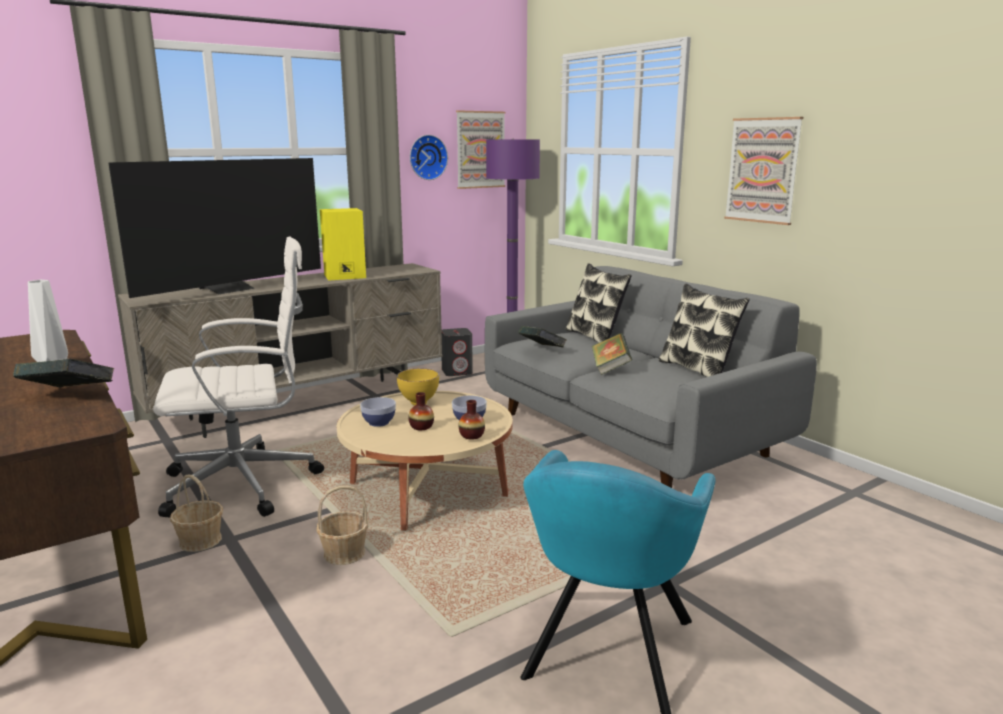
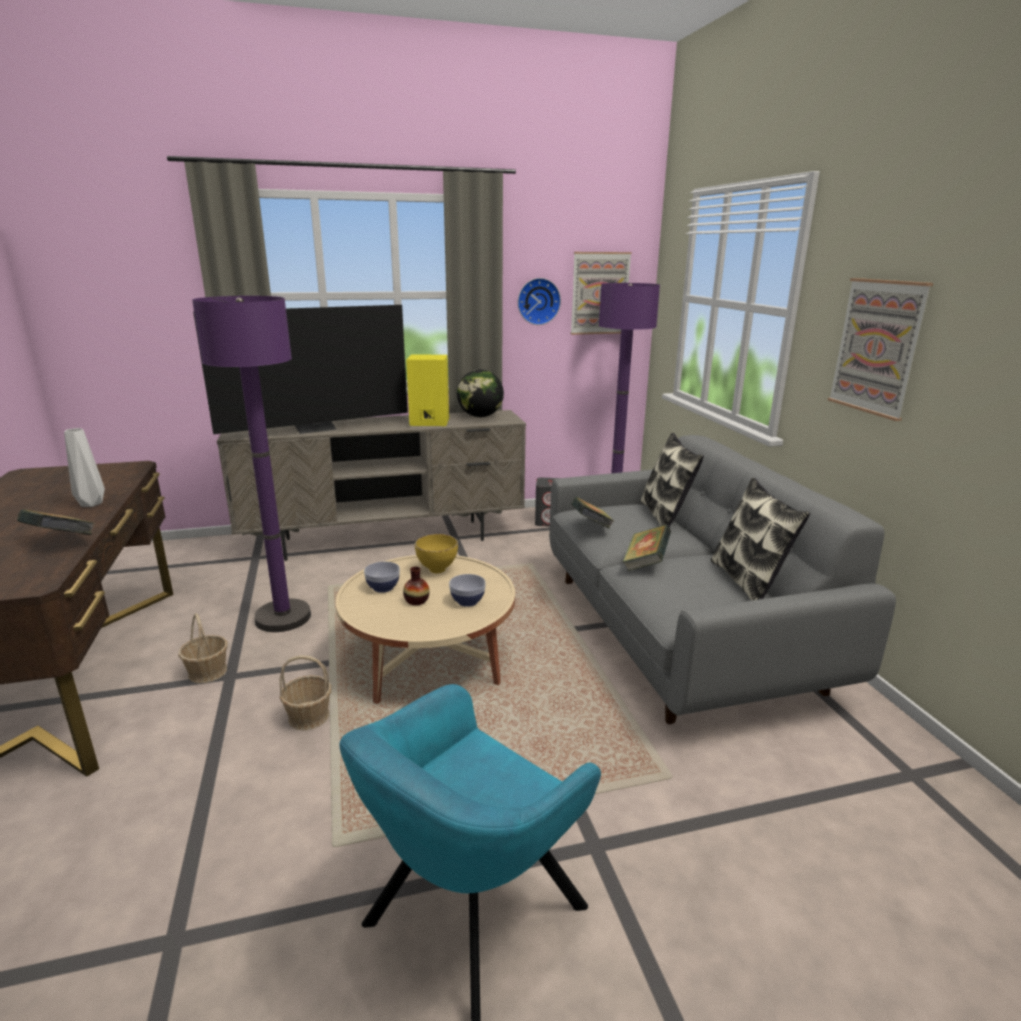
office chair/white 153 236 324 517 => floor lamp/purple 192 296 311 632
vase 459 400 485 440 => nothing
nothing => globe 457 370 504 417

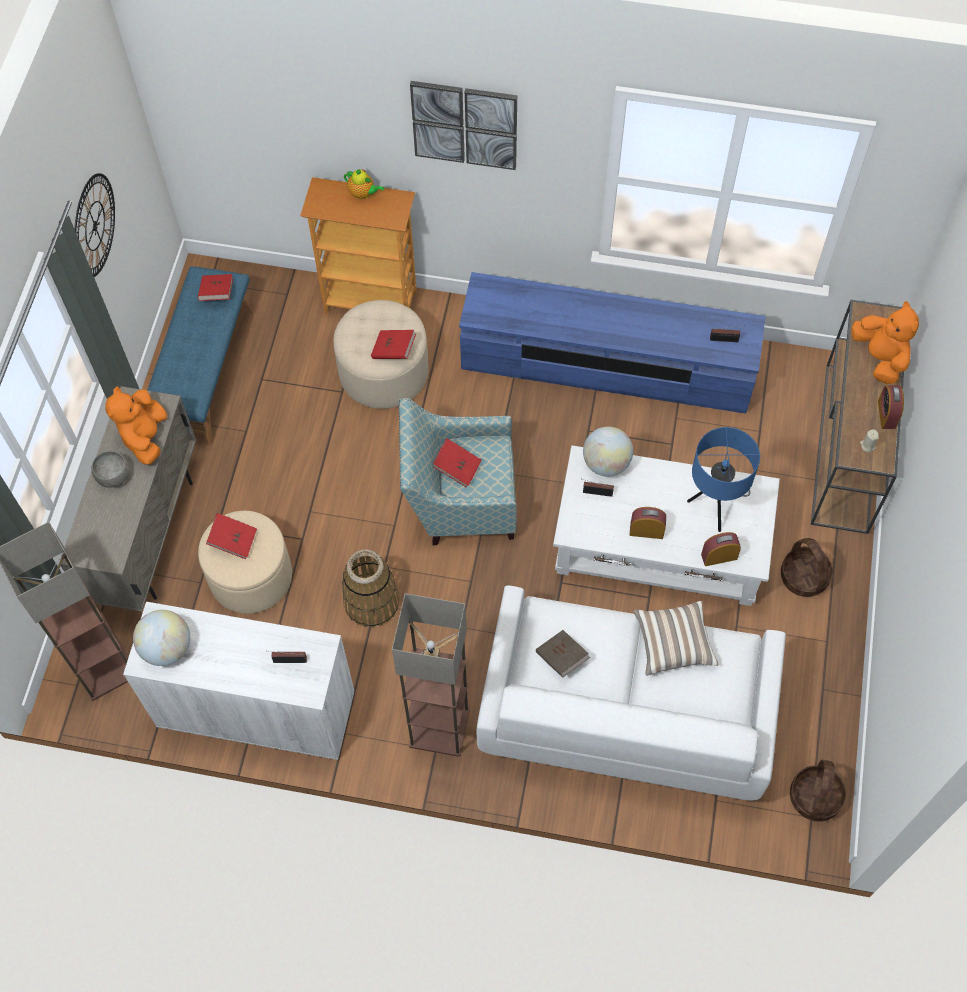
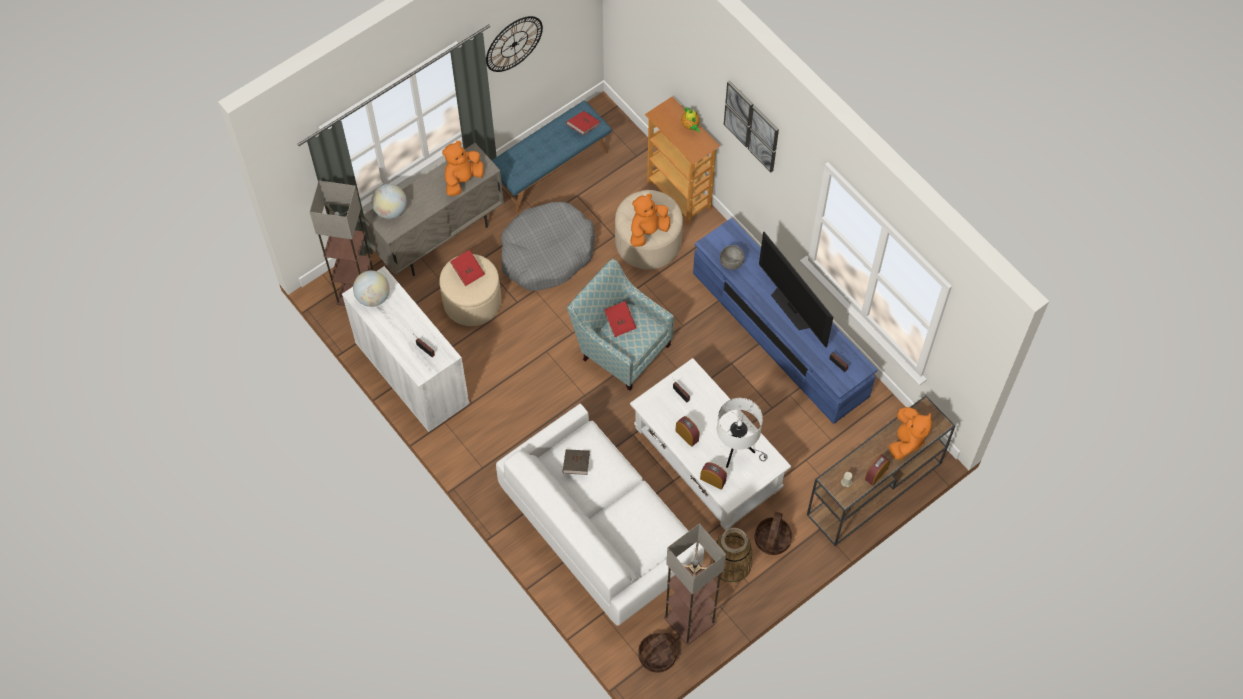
bowl/grey 91 451 129 488 => bowl/grey 720 245 745 270, move
basket 342 549 399 628 => basket 710 528 752 583, move
book/red 371 330 416 359 => plush toy/orange 630 194 670 247
floor lamp 392 593 470 757 => floor lamp 664 523 726 645, move
globe 583 426 633 477 => globe 371 184 407 219, move
pillow 633 601 718 676 => nothing
table lamp/blue 687 427 760 532 => table lamp/white 717 398 768 468
nothing => dog bed/grey 501 202 595 291
nothing => television 759 232 833 347

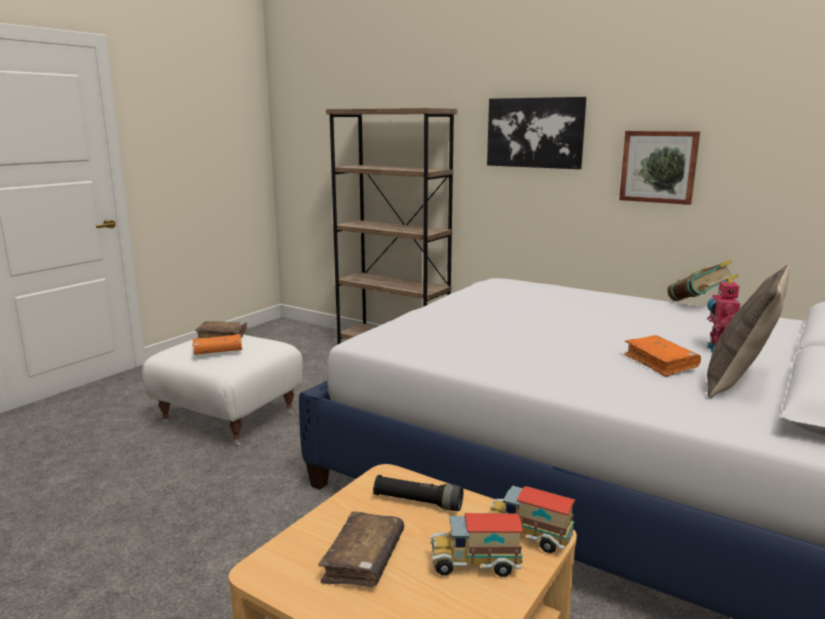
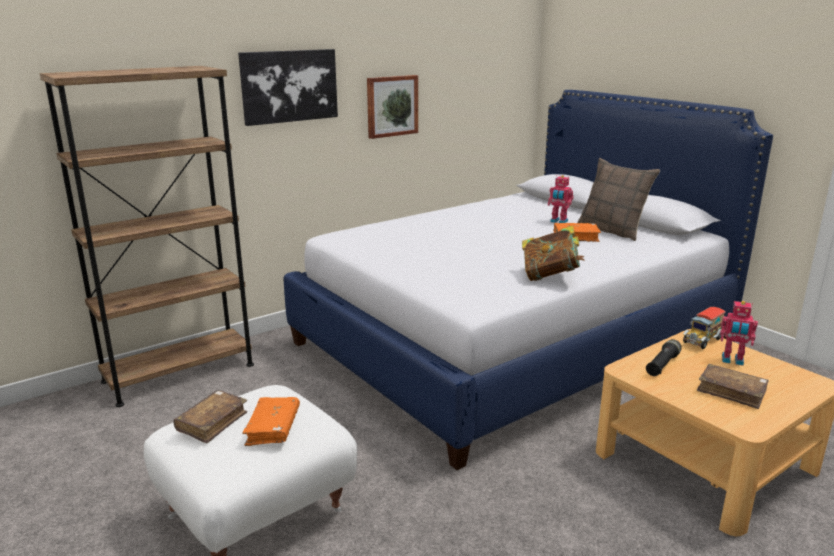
toy truck 430 513 523 577 => toy robot 720 301 758 366
book 667 260 739 301 => book 522 226 585 281, move

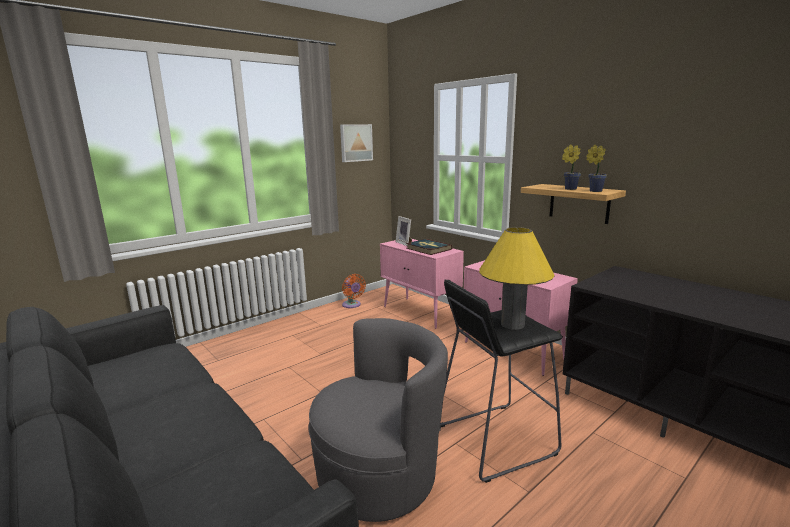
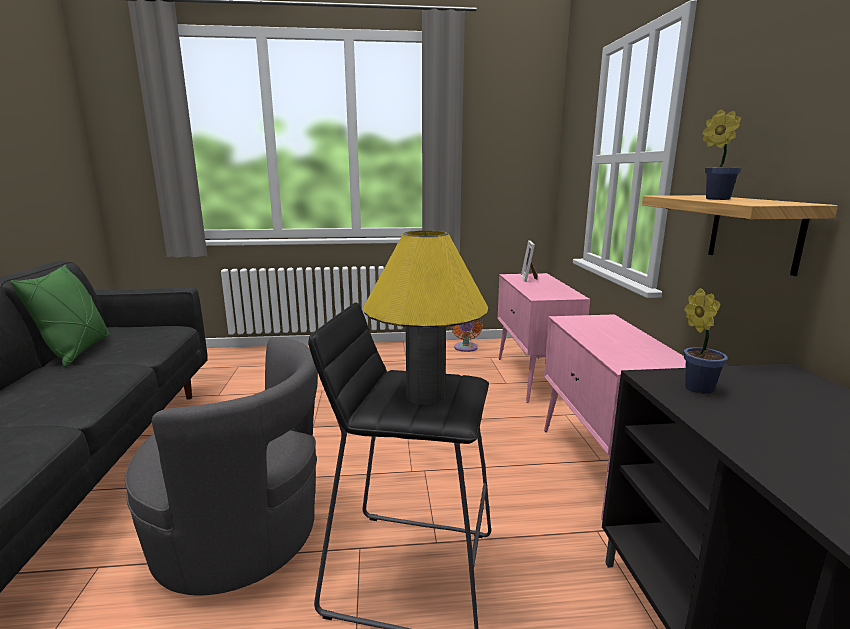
picture 340 124 373 162 => nothing
book 406 239 452 255 => nothing
potted plant 586 145 607 192 => potted plant 684 288 728 394, move
nothing => pillow/green 10 265 109 367

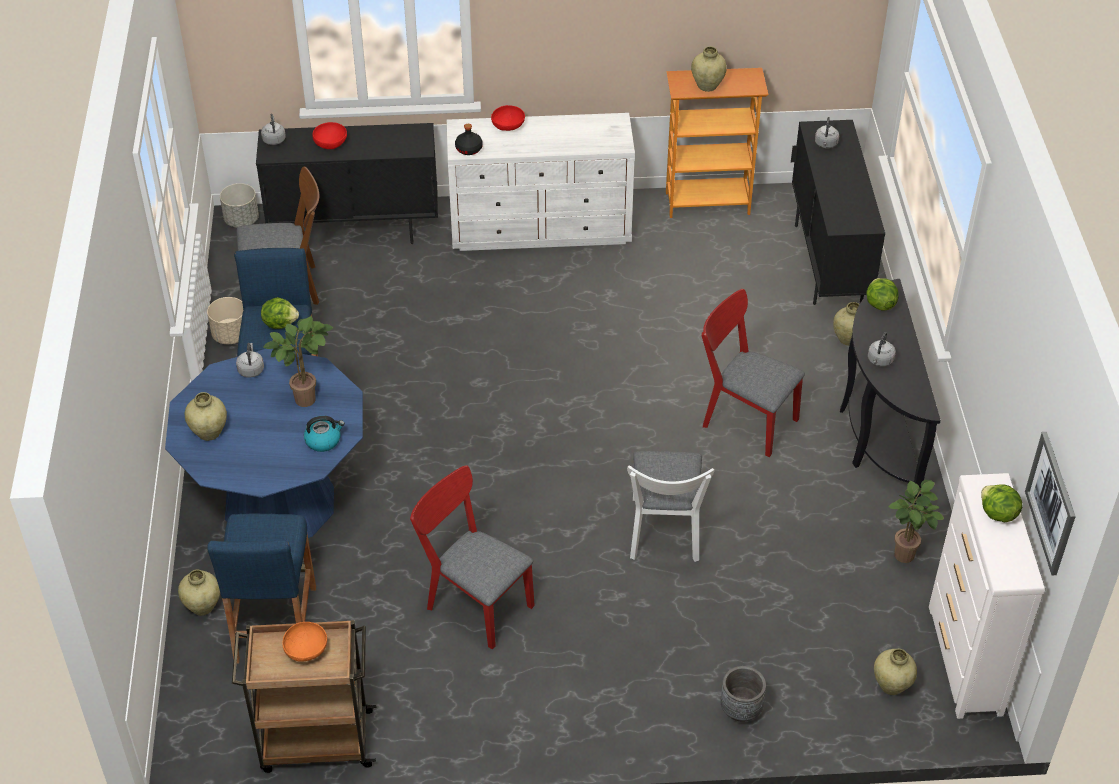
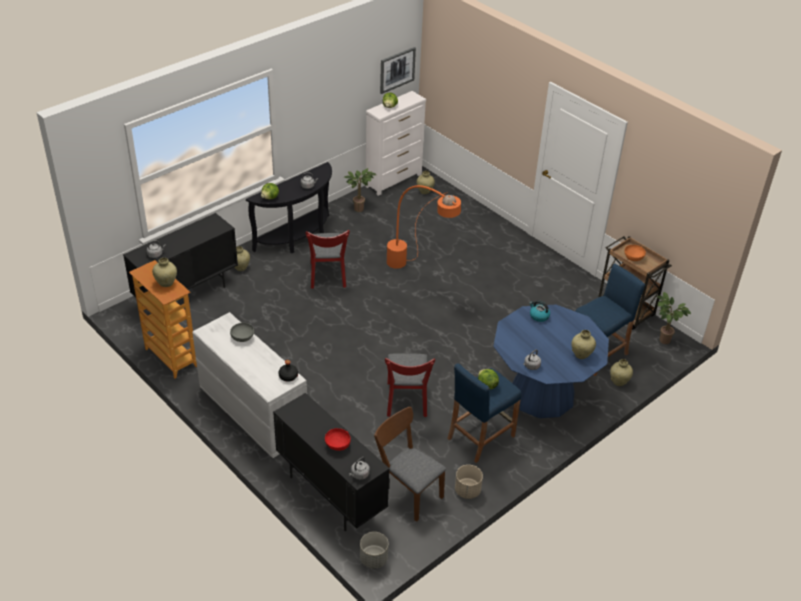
potted plant 263 316 333 407 => potted plant 657 292 691 344, move
chair/red 410 465 535 649 => chair/red 385 353 435 417, move
bowl/red 491 105 525 131 => nothing
chair/white 627 451 715 562 => floor lamp/orange 387 185 461 269
planter/grey 721 666 766 722 => nothing
nothing => bowl/grey 230 323 254 342

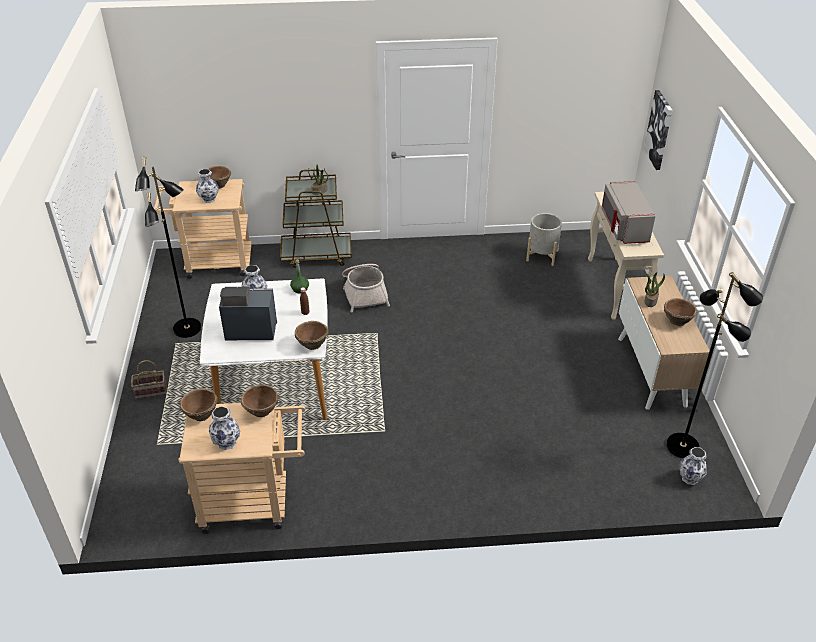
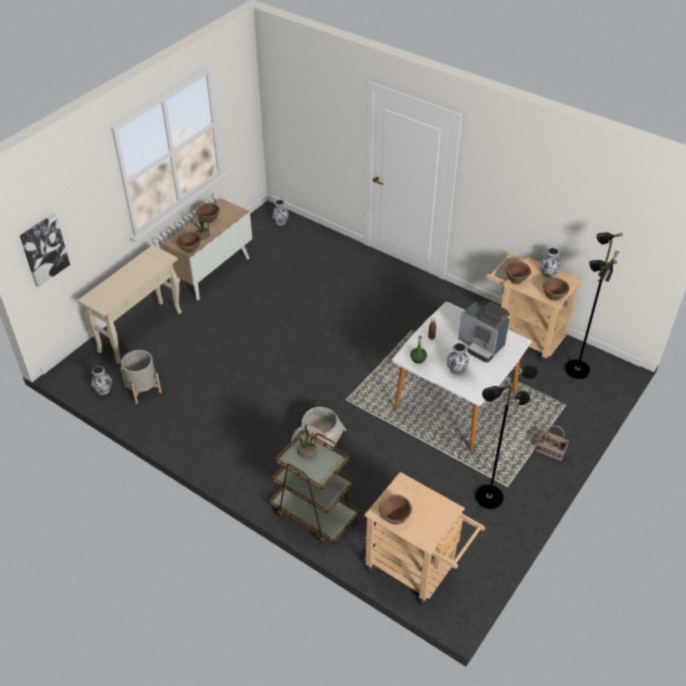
vase 196 169 219 203 => vase 91 366 112 395, move
bowl/brown 295 321 329 350 => bowl/brown 176 231 201 253, move
microwave/grey 601 180 655 244 => nothing
floor lamp/black 666 272 763 458 => floor lamp/black 565 232 622 379, move

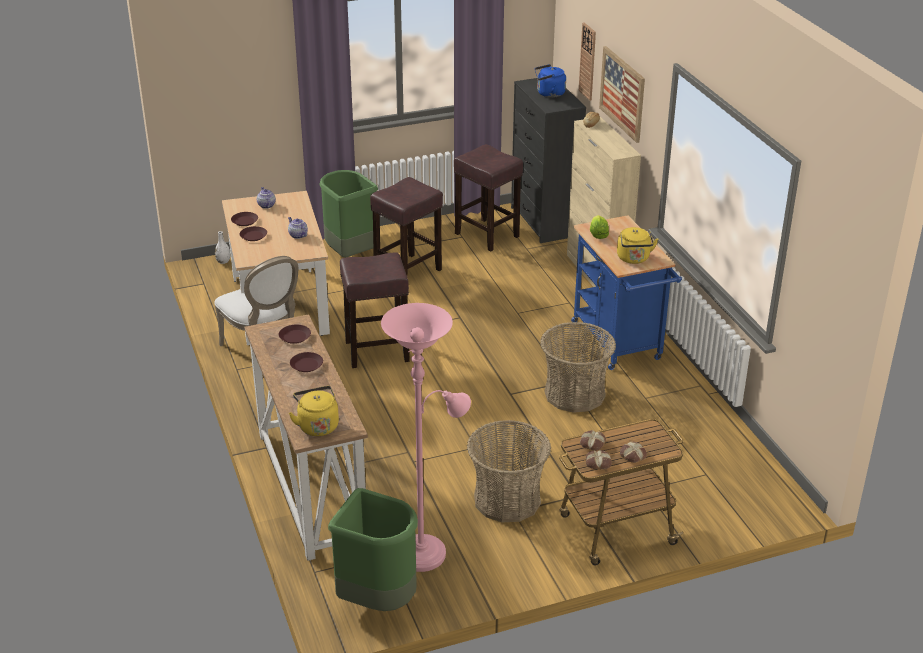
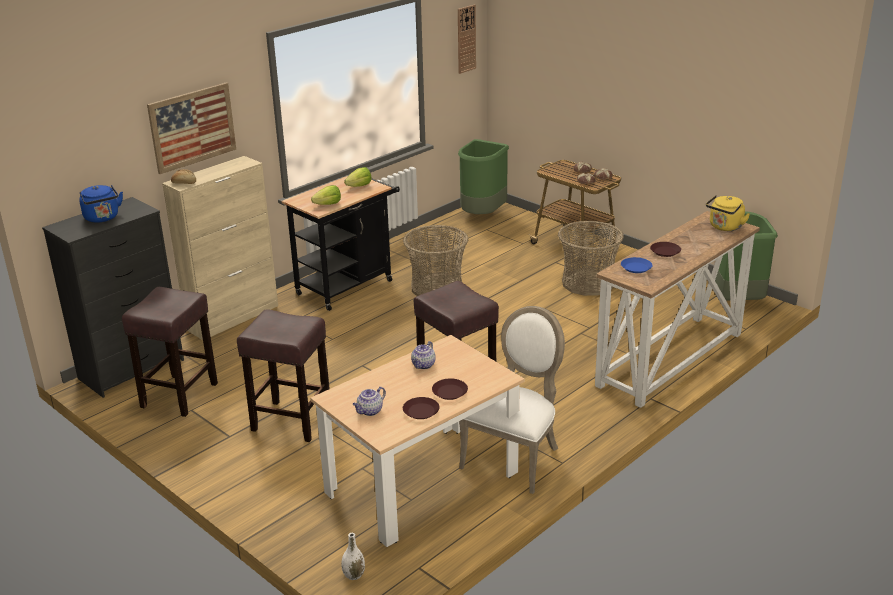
plate/brown 279 325 311 344 => plate/blue 621 257 652 273
trash can/green 319 170 378 258 => trash can/green 458 139 509 214, move
floor lamp/pink 381 303 471 572 => nothing
cart/blue 571 215 682 370 => cart/black 282 176 400 311
wall clock 579 23 596 101 => wall clock 458 5 476 74, move
kettle/yellow 617 227 658 264 => lettuce 344 167 372 187

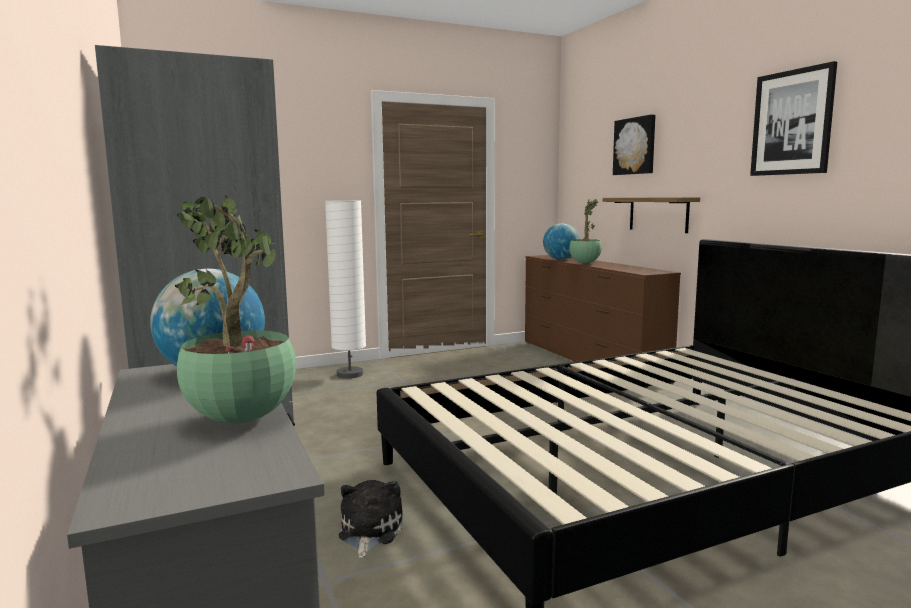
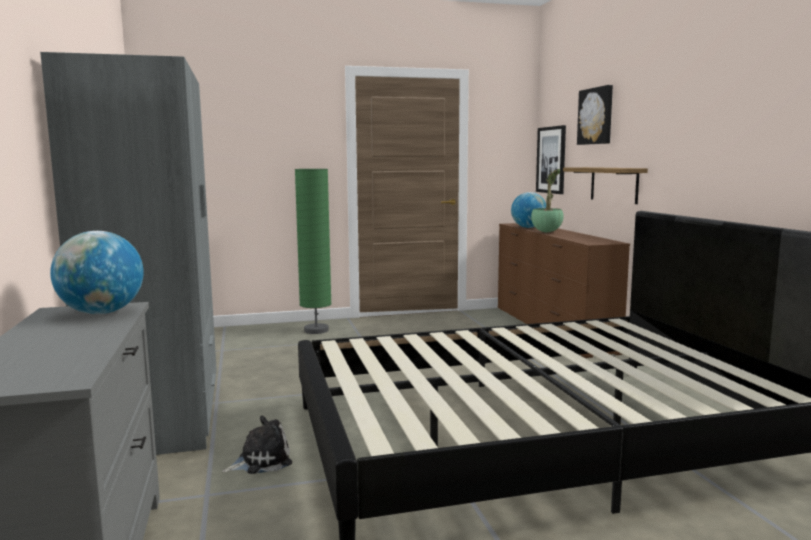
potted plant 175 195 296 423 => nothing
floor lamp/white 325 200 366 379 => floor lamp/green 295 169 332 334
plush toy 338 480 403 558 => plush toy 222 416 292 474, 45 degrees clockwise
picture 750 61 837 176 => picture 536 125 566 194, move

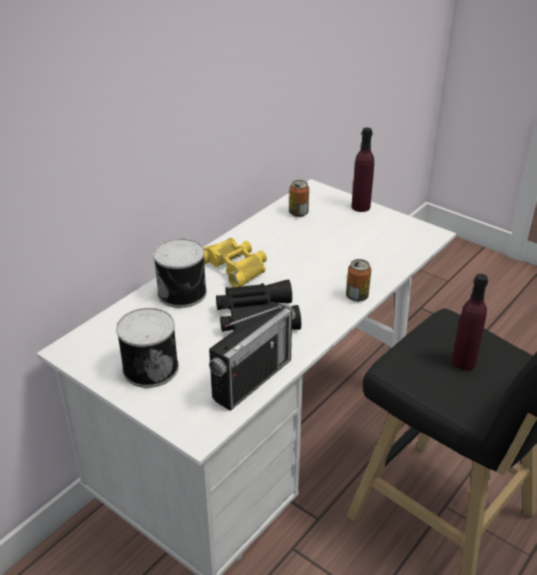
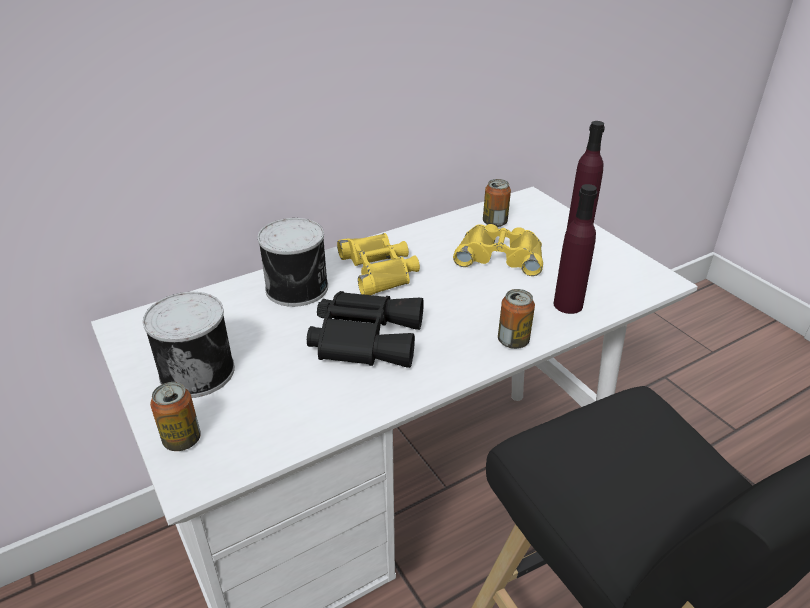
radio 209 303 296 411 => nothing
bottle/purple 452 274 488 370 => bottle/purple 554 184 597 314, move
nothing => can 150 382 201 451
nothing => binoculars/yellow 453 224 543 276

